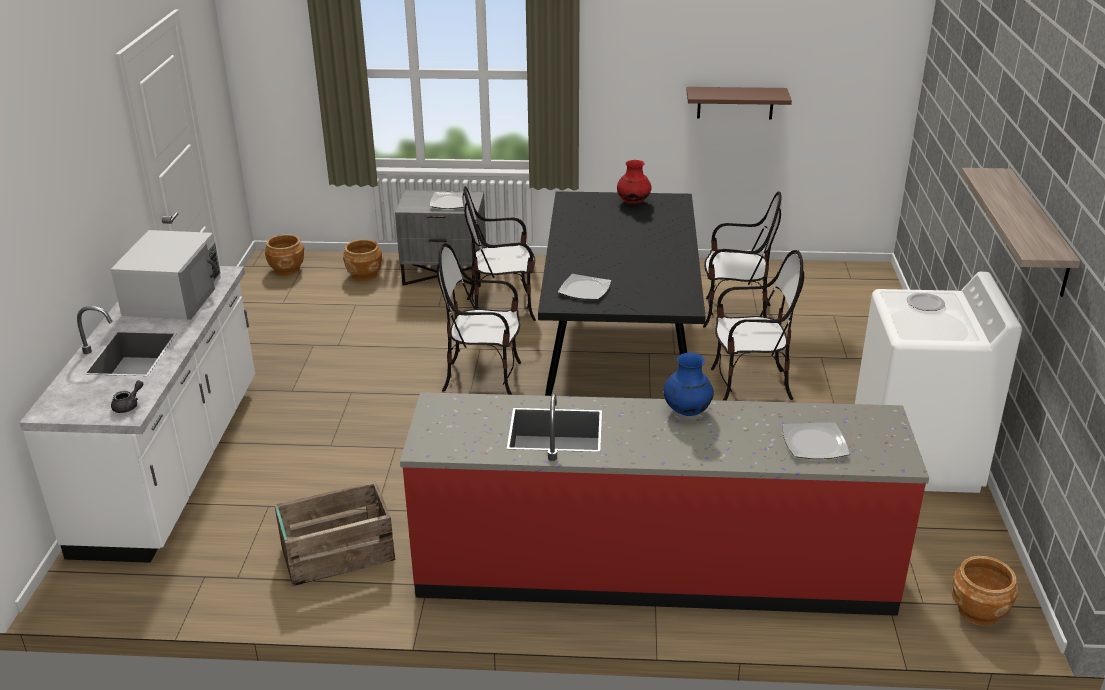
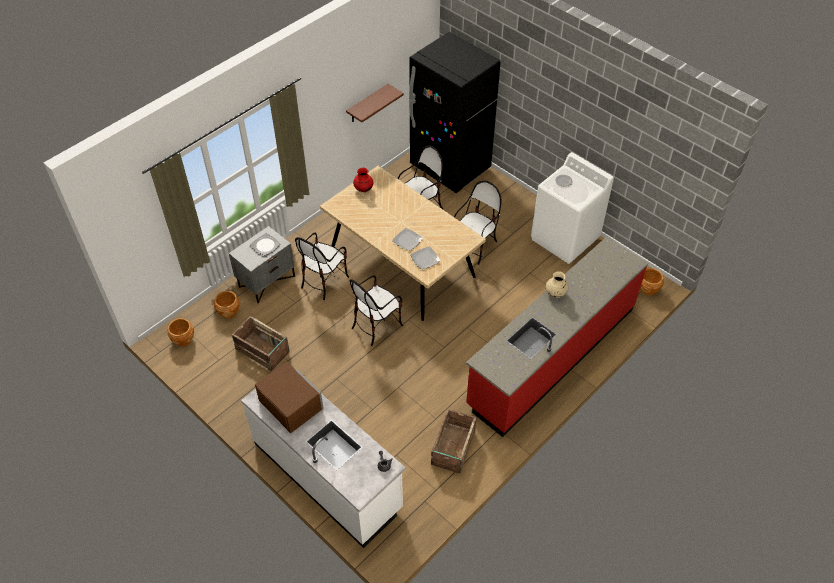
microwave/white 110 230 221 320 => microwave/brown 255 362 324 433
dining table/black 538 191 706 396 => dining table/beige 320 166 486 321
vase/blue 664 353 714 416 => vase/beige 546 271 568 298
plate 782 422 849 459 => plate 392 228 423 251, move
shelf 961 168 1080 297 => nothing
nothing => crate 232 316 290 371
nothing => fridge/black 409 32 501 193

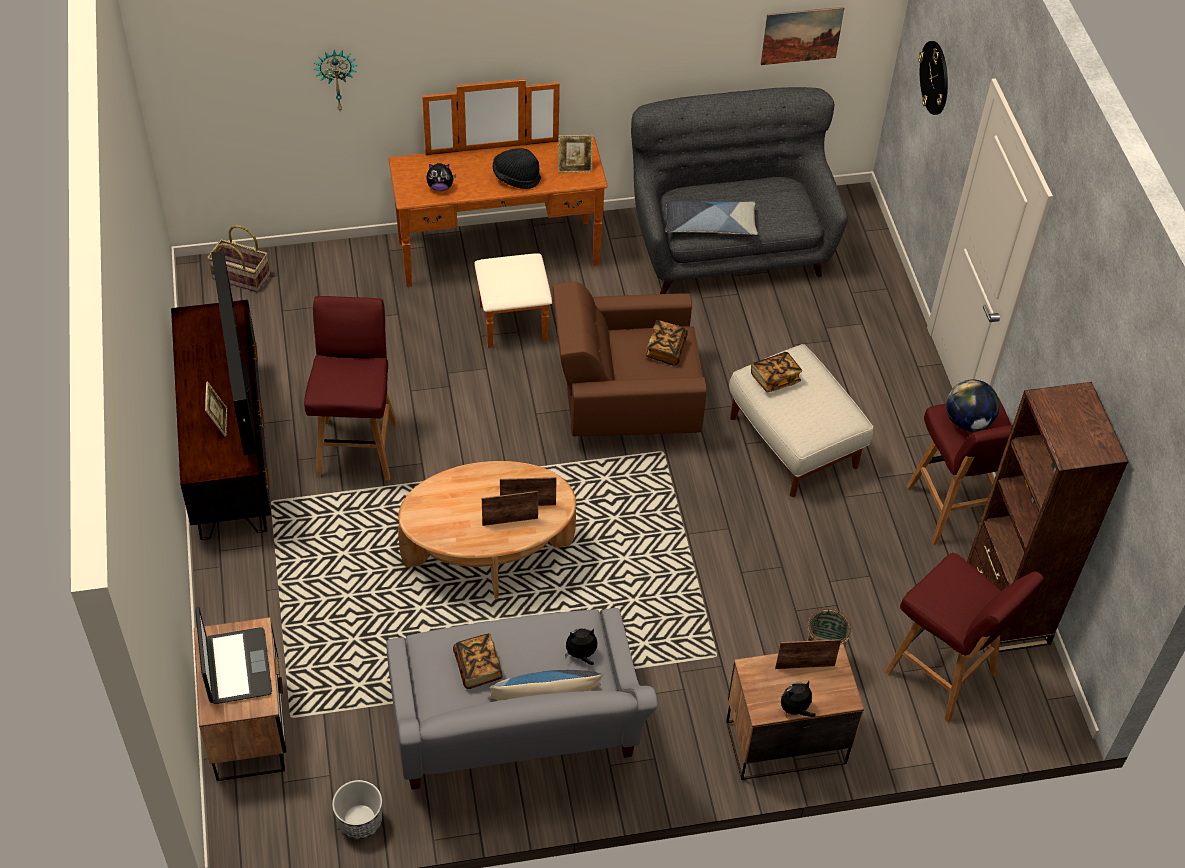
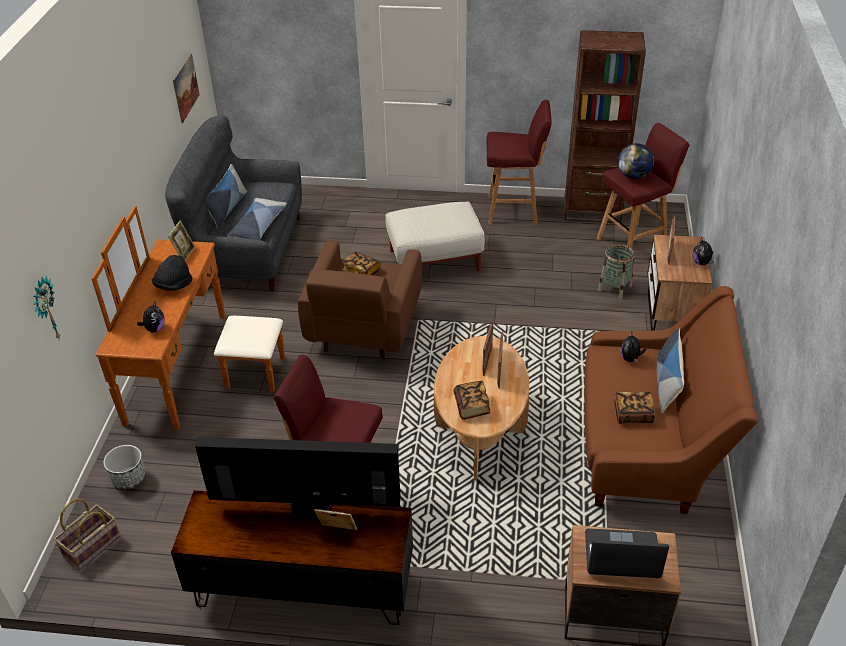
planter 332 780 382 839 => planter 103 445 145 490, move
sofa/grey 386 608 658 790 => sofa/brown 584 286 758 514
book 751 352 802 392 => book 454 381 490 420, move
wall clock 918 41 948 115 => nothing
globe 946 379 999 432 => globe 618 143 654 179, move
nothing => pillow 206 164 247 228

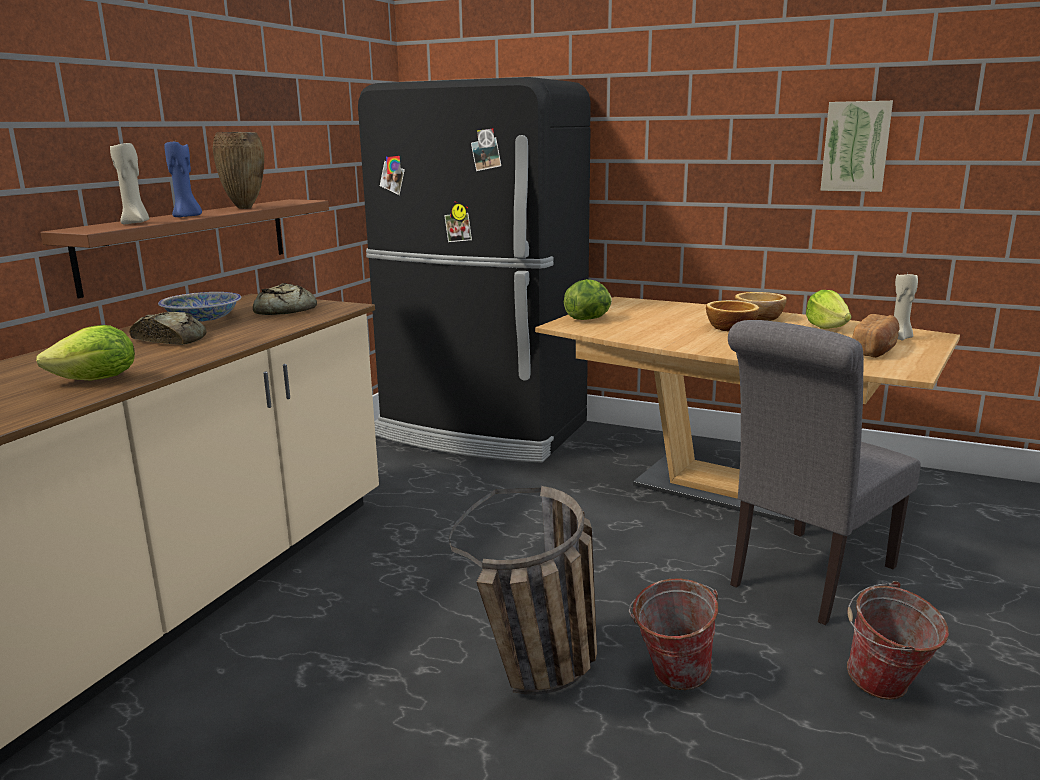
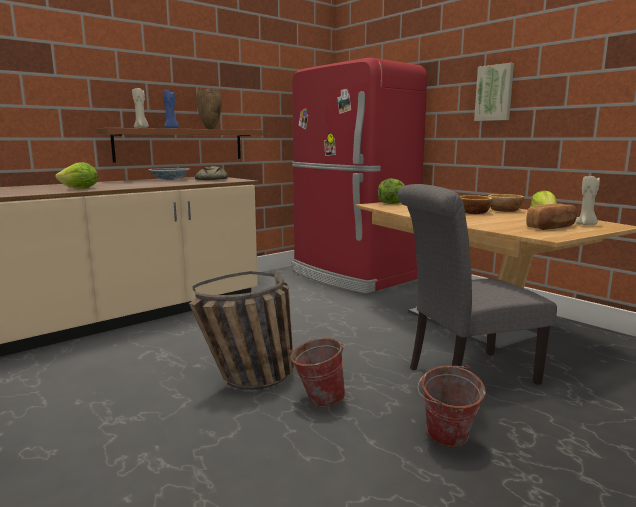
bread 130 312 206 345 => nothing
fridge/black 358 77 591 463 => fridge/red 291 58 427 294
picture 820 101 893 192 => picture 474 63 514 121, move

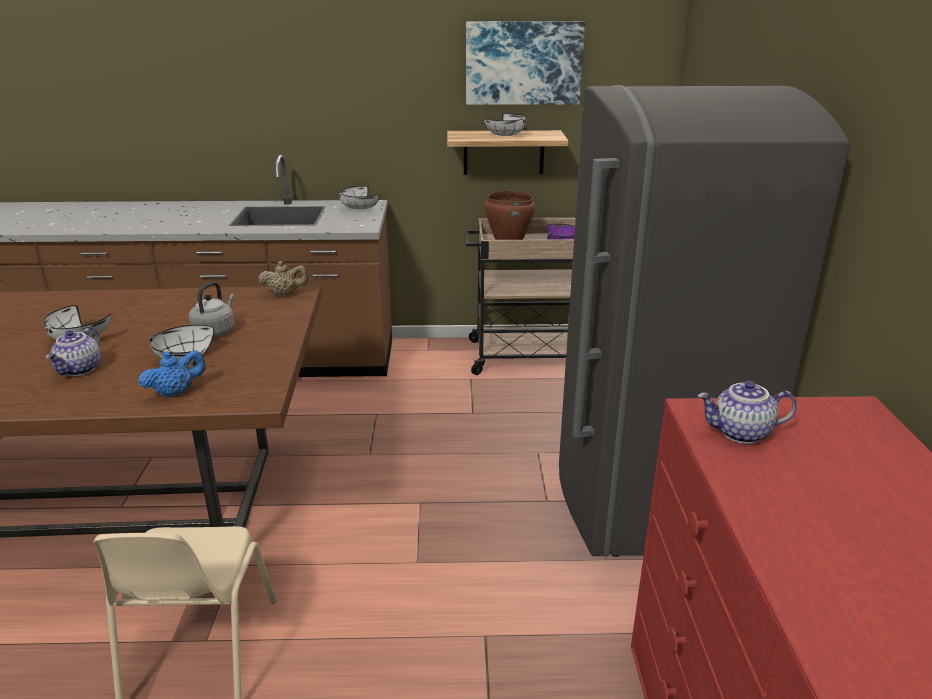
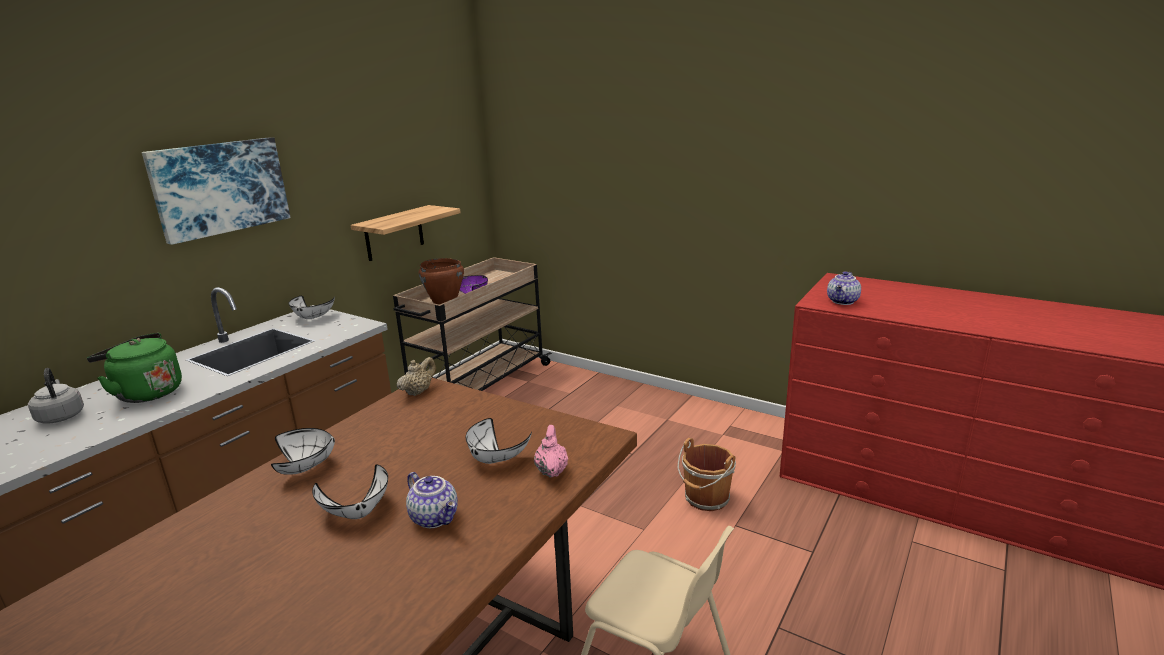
teapot/blue 138 350 206 397 => teapot/pink 534 425 568 478
kettle/grey 189 282 234 337 => kettle/grey 28 368 84 424, move
picture 466 21 585 105 => picture 142 137 290 245, move
bowl/white 483 113 526 136 => bowl/white 271 428 335 475, move
fridge/grey 559 85 850 557 => nothing
nothing => kettle/green 87 333 182 403
nothing => bucket/brown 677 438 736 511

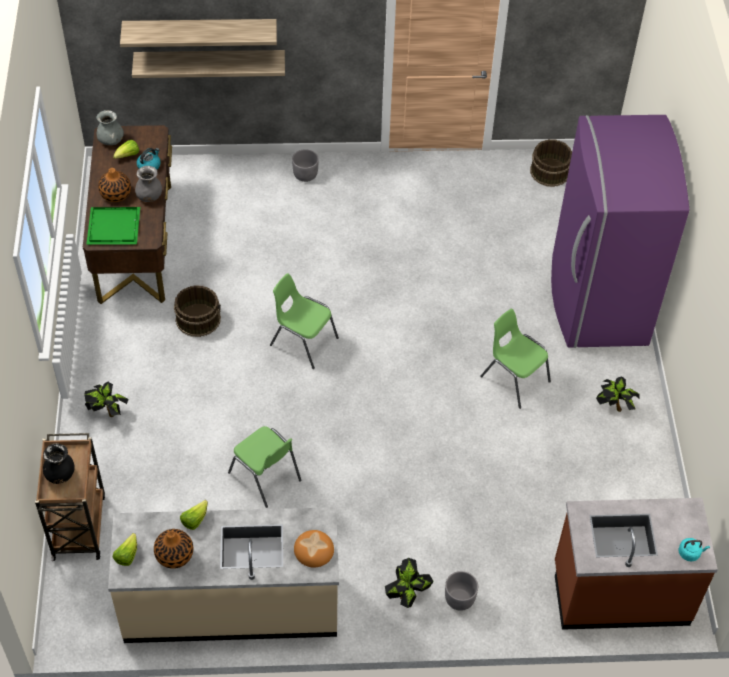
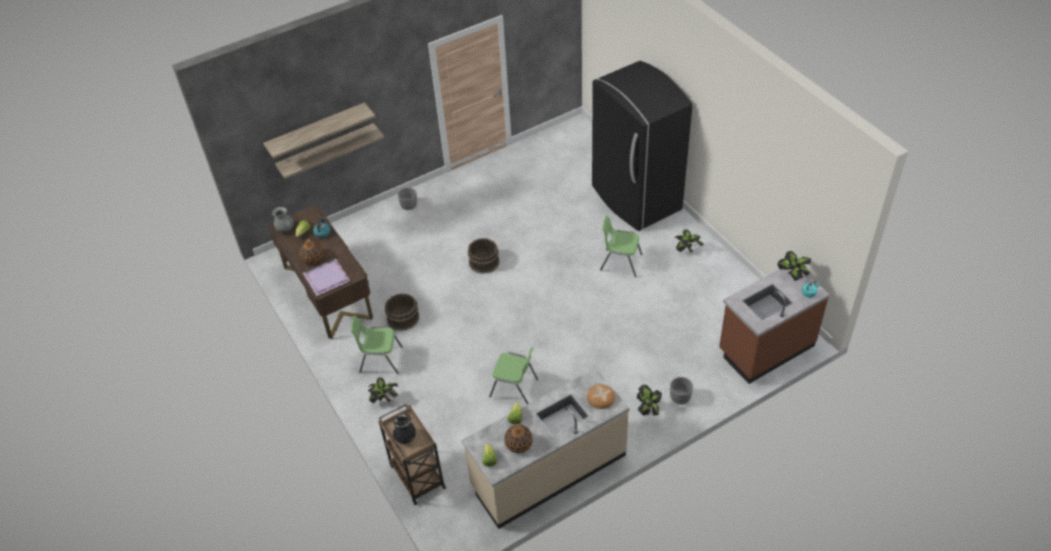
tray/green 86 207 140 245 => tray/purple 303 259 350 296
vase/grey 135 166 162 202 => nothing
chair/green 270 273 339 369 => chair/green 351 316 403 374, move
bucket/brown 530 139 572 187 => bucket/brown 468 238 499 274, move
fridge/purple 551 115 689 348 => fridge/black 592 61 693 231
nothing => potted plant 777 251 811 281

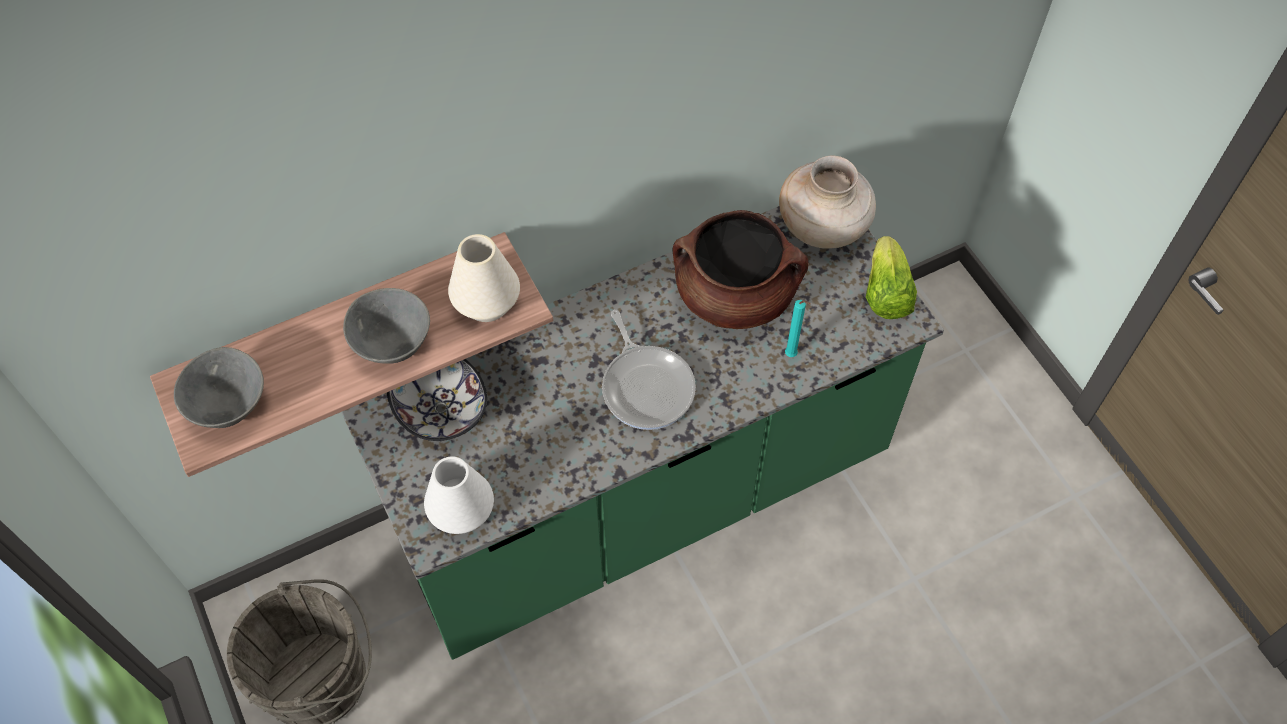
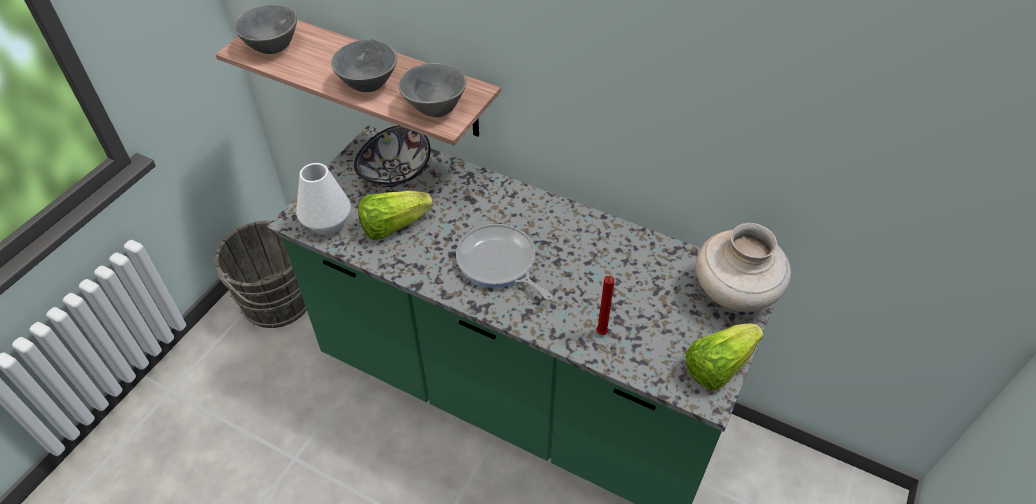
vase/white 448 234 520 322 => bowl/grey 398 63 466 117
frying pan 602 310 696 430 => frying pan 456 224 553 300, 105 degrees clockwise
cooking pot/brown 673 210 809 329 => nothing
candle/turquoise 785 300 811 357 => candle/red 596 276 615 335
nothing => lettuce 358 190 433 240

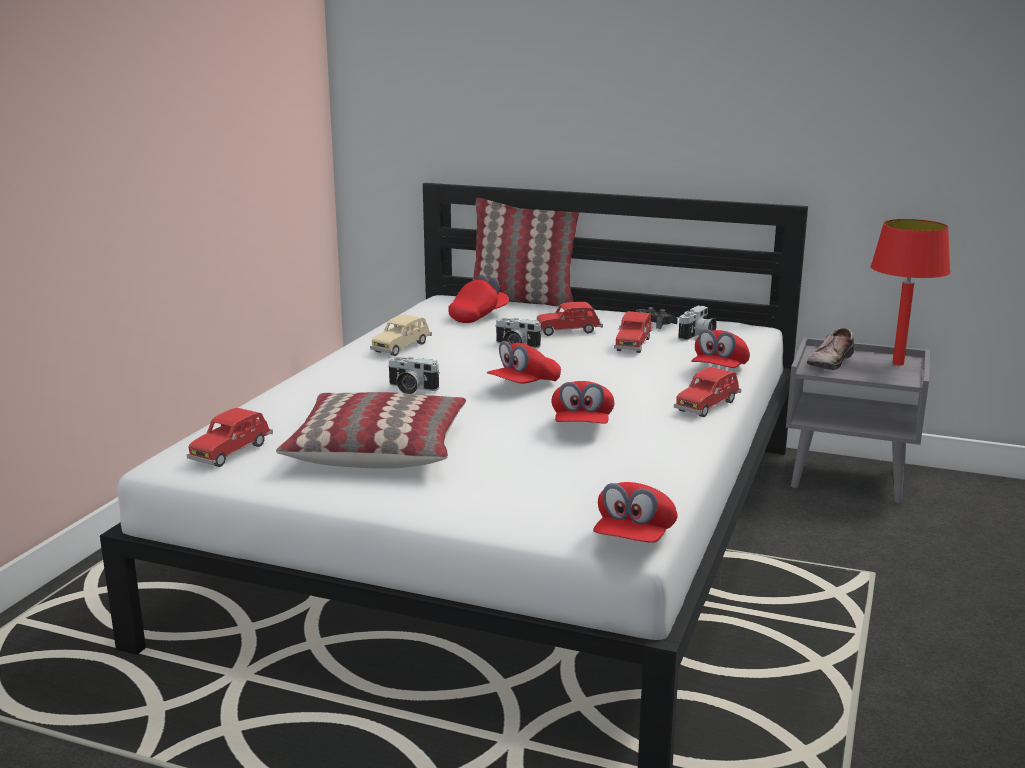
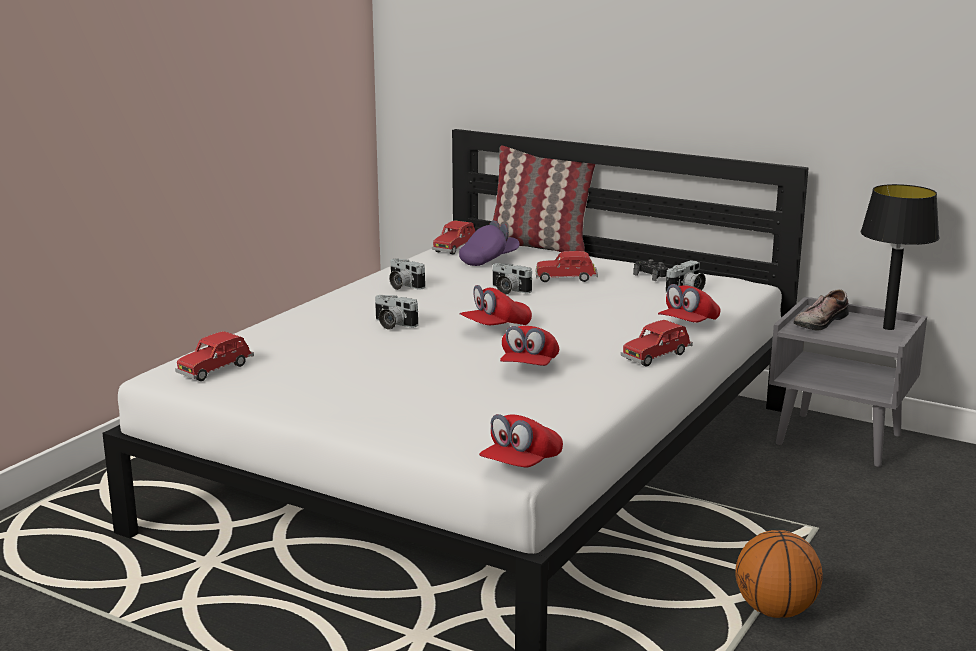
pillow 276 392 466 469 => nothing
toy car/beige 370 314 432 356 => photo camera 389 259 425 290
cap/red 448 275 509 323 => cap/purple 459 220 520 266
toy car/red 614 311 652 353 => toy car/red 432 220 475 255, move
table lamp/red 871 219 951 365 => table lamp/black 861 184 939 330
nothing => basketball 736 530 823 618

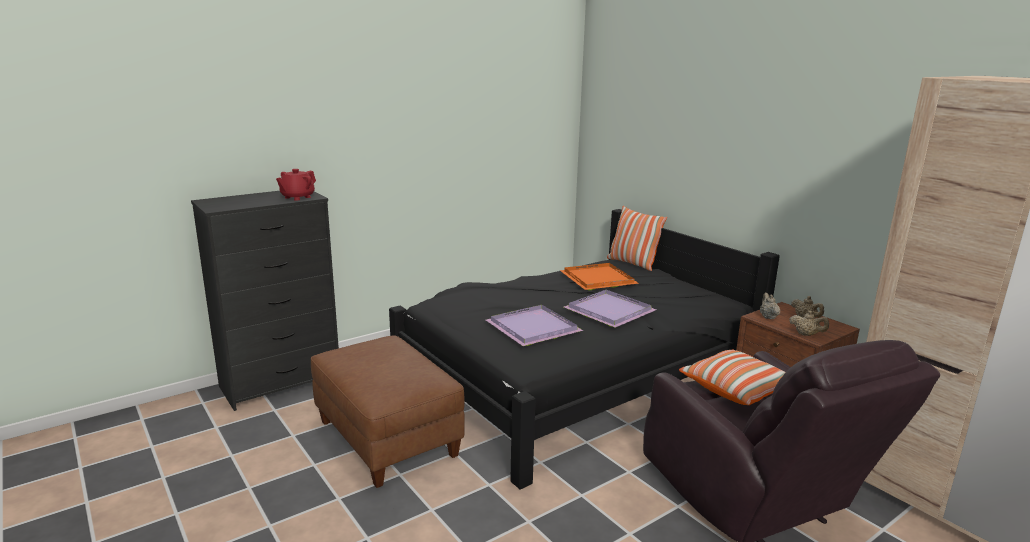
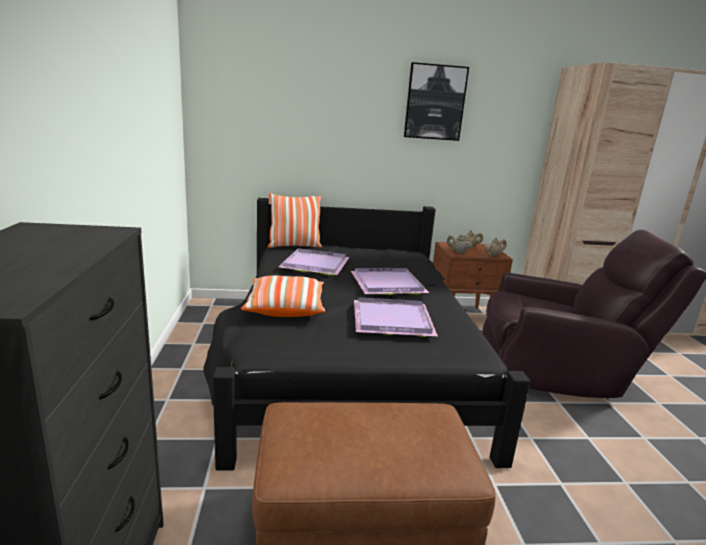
teapot/red 276 169 316 201 => nothing
tray/orange 560 263 639 291 => tray/purple 278 248 350 275
pillow 679 349 786 405 => pillow 241 275 325 317, move
nothing => picture 404 62 469 141

